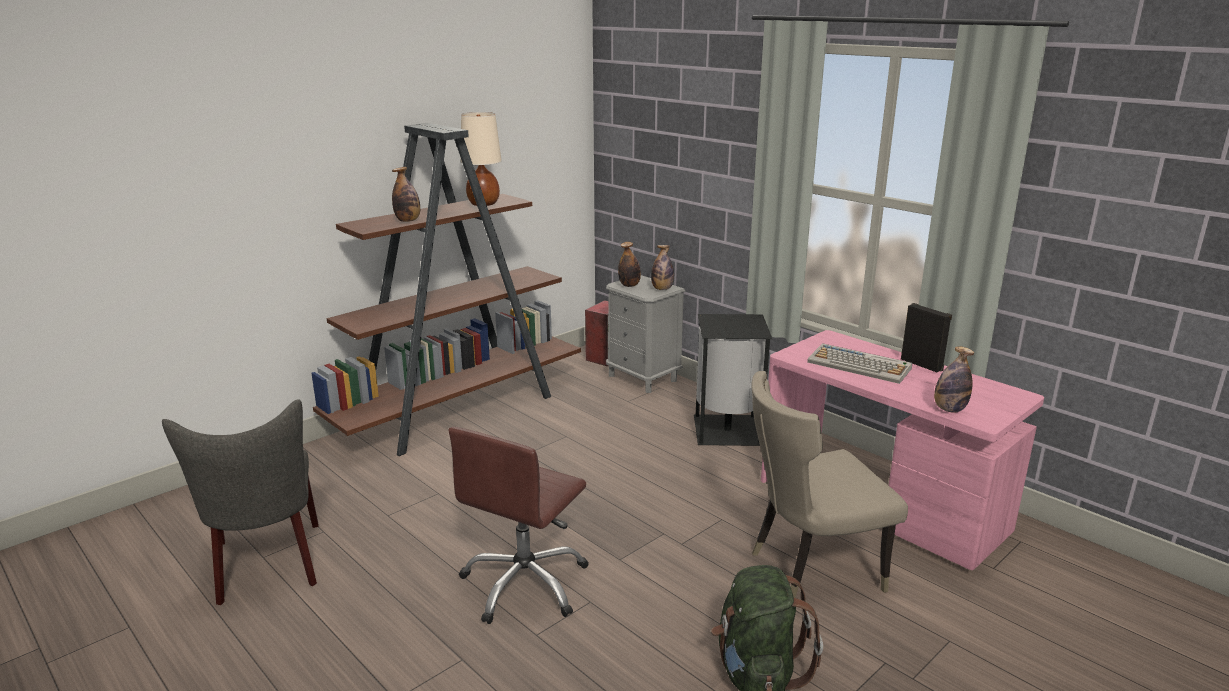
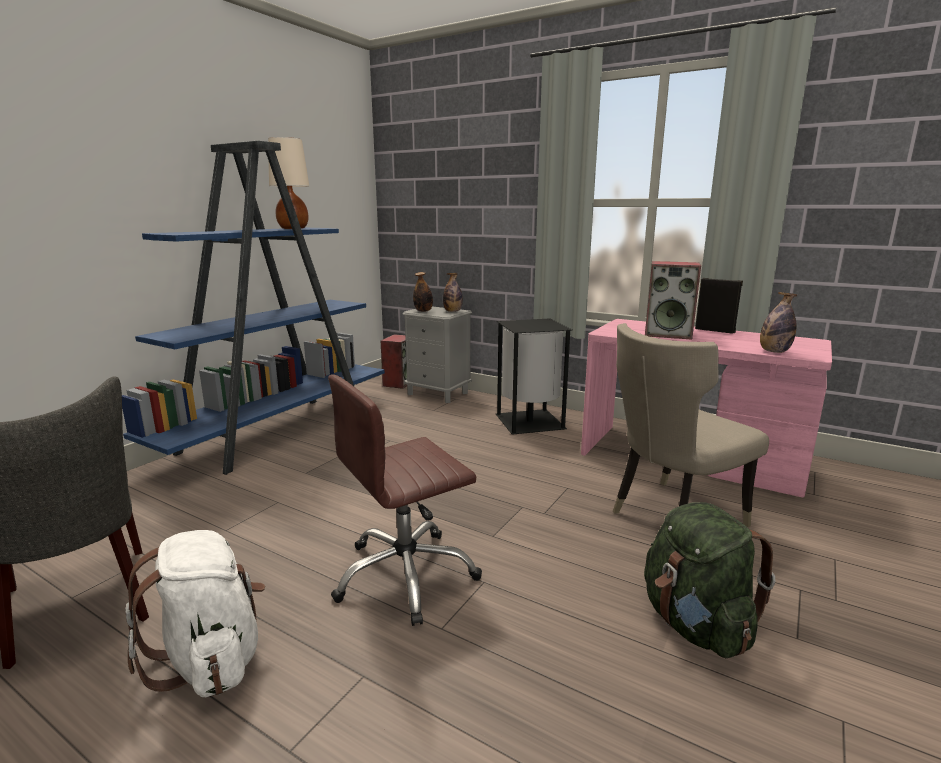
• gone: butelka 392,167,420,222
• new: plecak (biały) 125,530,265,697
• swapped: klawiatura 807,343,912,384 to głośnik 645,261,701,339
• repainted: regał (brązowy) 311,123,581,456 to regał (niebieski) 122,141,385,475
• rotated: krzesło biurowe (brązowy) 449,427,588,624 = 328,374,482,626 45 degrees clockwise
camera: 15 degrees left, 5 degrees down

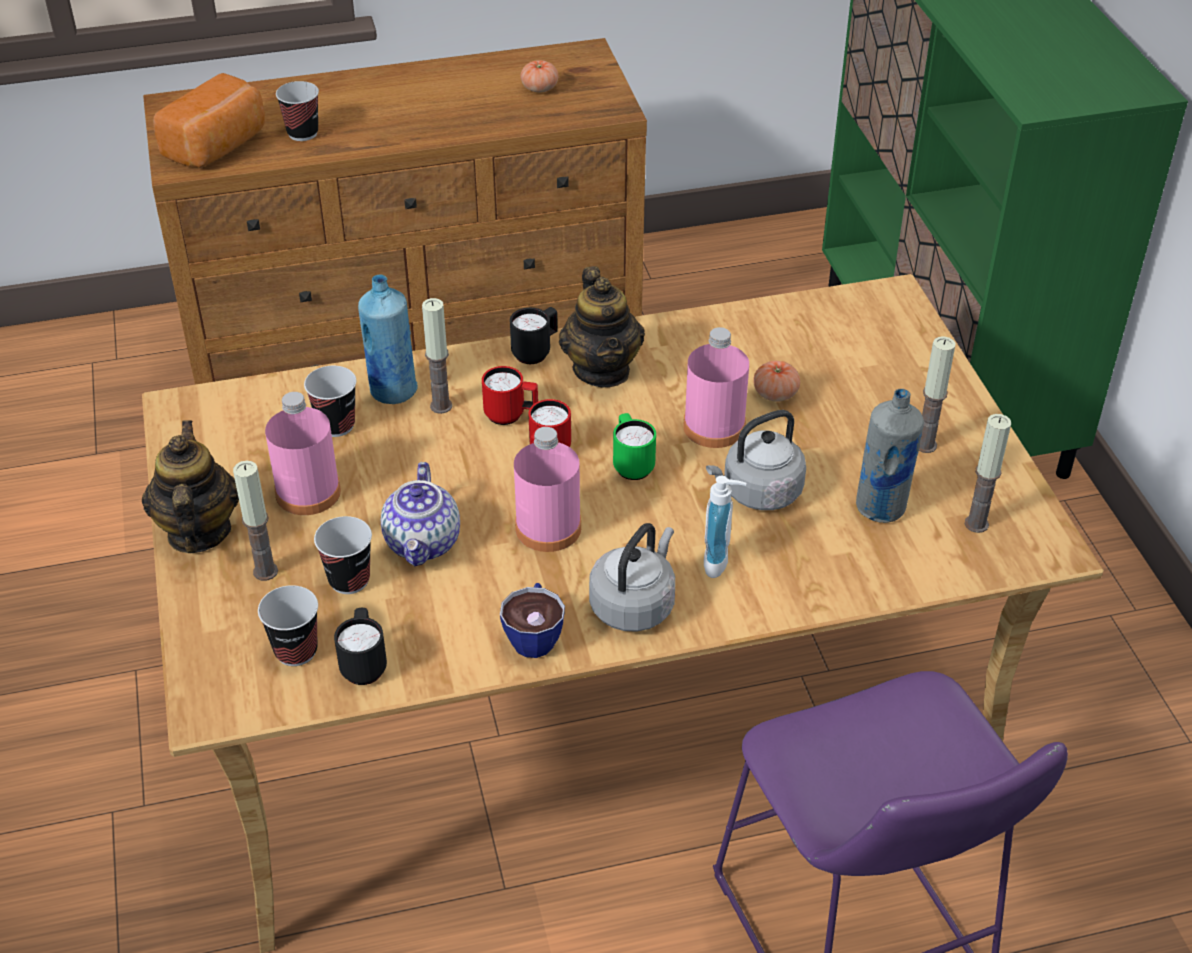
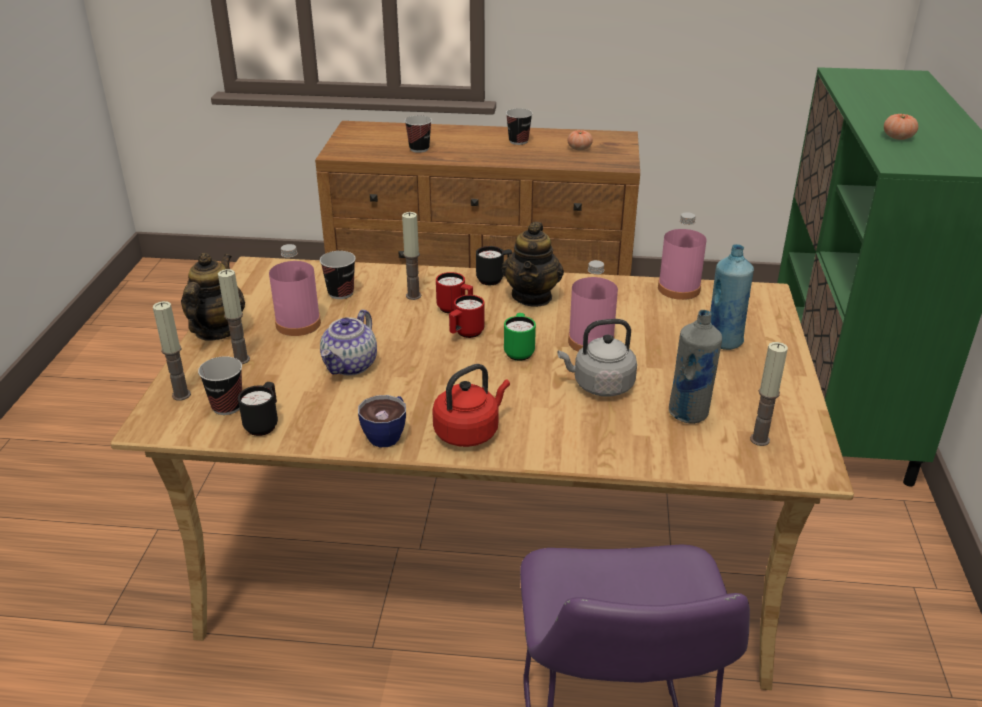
• gone: chleb 153,73,265,168
• gone: dozownik mydła 704,476,746,578
• shifted: filiżanka 314,516,372,594 to 506,108,533,145
• shifted: butelka (niebieski) 358,275,418,404 to 710,244,754,350
• shifted: butelka (różowy) 514,427,581,552 to 658,212,707,300
• shifted: pomidor 753,361,800,402 to 884,113,918,140
• shifted: świeca 919,336,956,453 to 153,301,191,401
• repainted: czajnik (szary) 589,523,675,632 to czajnik (czerwony) 432,364,510,447
camera: 20 degrees right, 10 degrees down

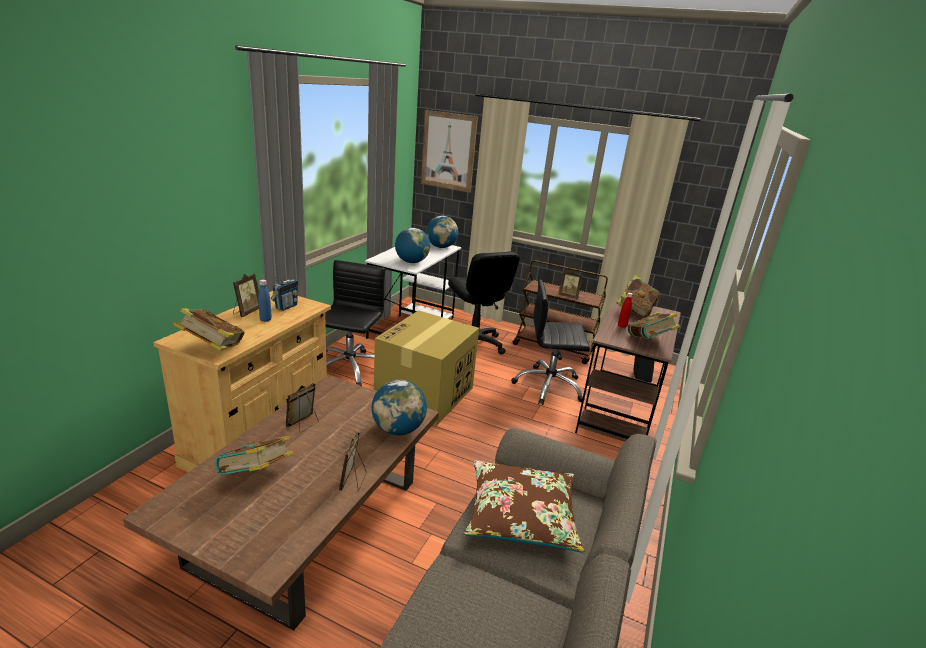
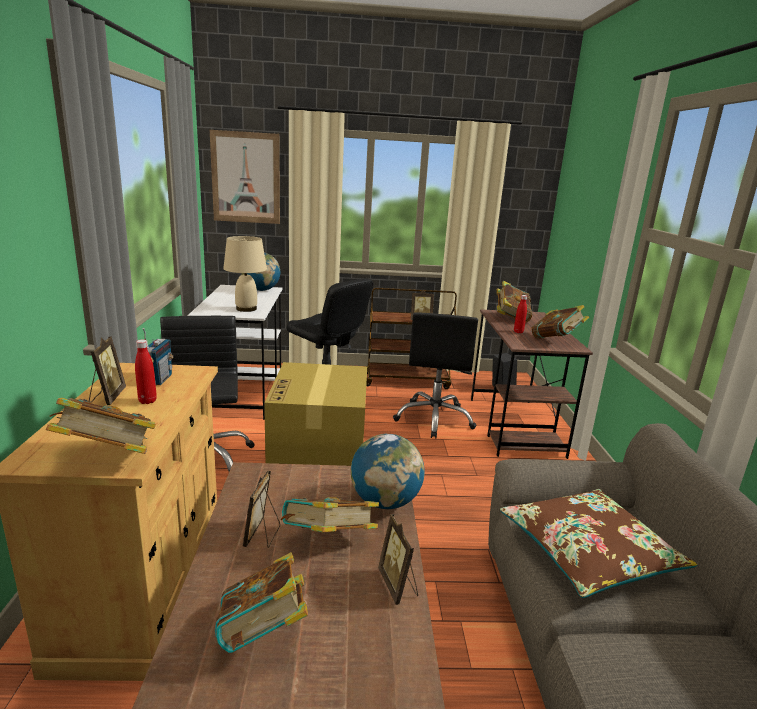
• new: książka 280,497,379,532
• swapped: globus 395,228,430,263 to lampa stołowa (beżowy) 223,236,267,312
• repainted: butelka (niebieski) 258,280,272,322 to butelka (czerwony) 135,340,157,404
• rotated: krzesło biurowe (czarny) 511,279,590,405 = 393,312,478,438 60 degrees counterclockwise
camera: 25 degrees left, 5 degrees down

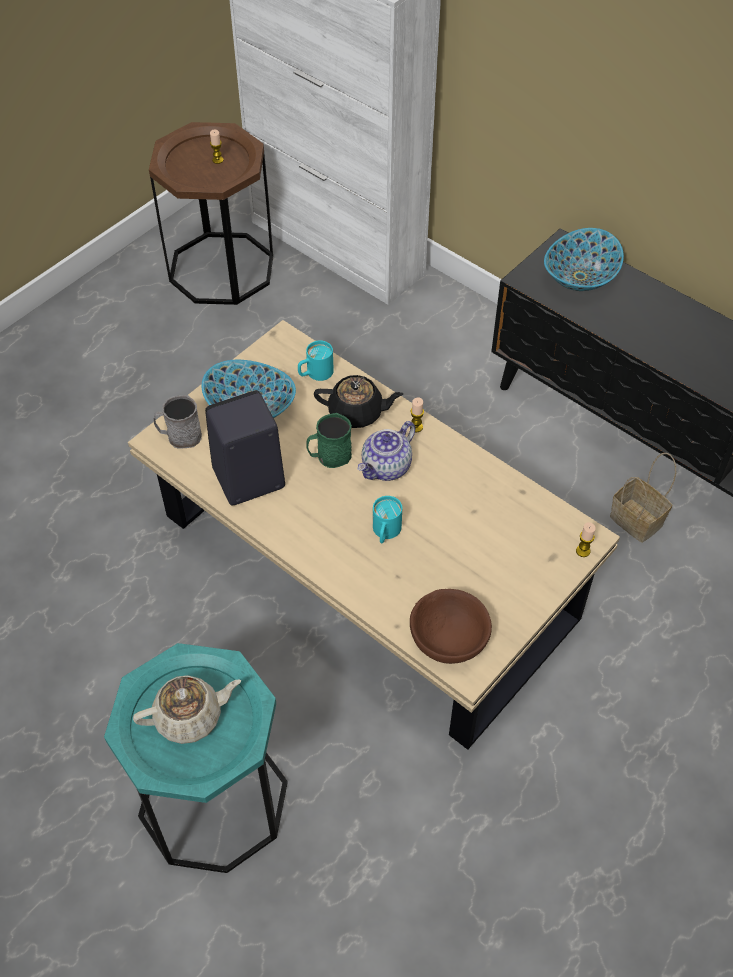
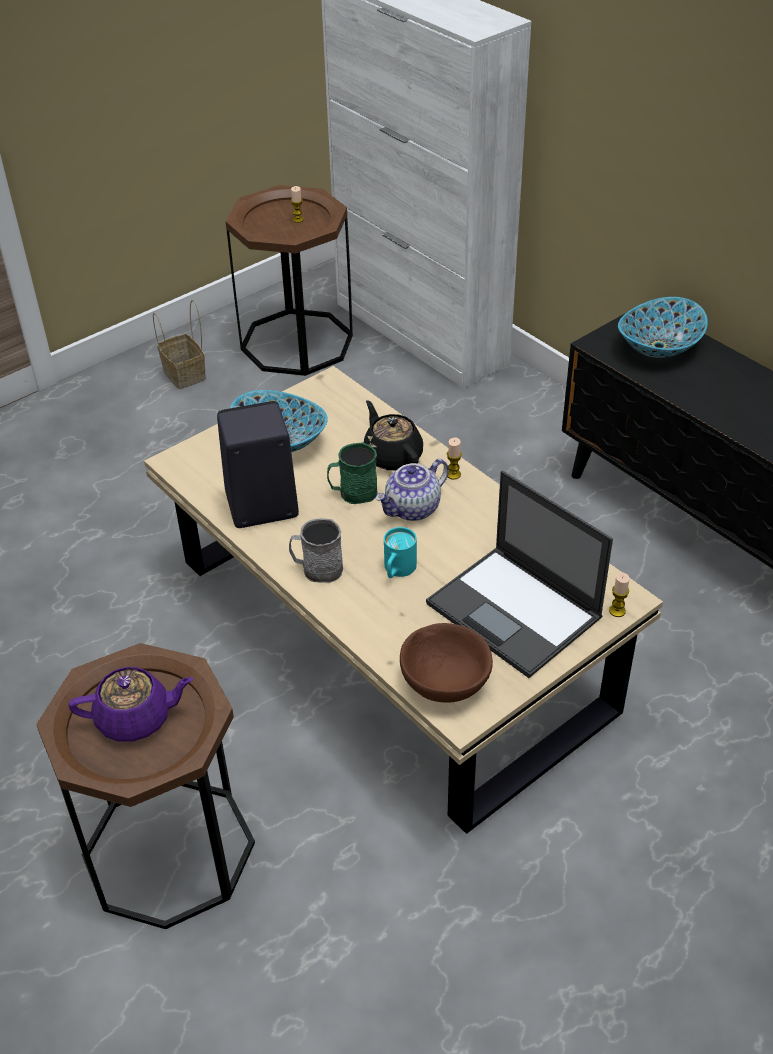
• gone: kubek (turkusowy) 298,340,333,381
• new: laptop 426,471,613,678
• shifted: kubek (szary) 154,395,202,449 to 289,518,343,583
• shifted: koszyk 610,453,676,543 to 153,300,206,389
• repainted: stolik (turkusowy) 104,643,288,873 to stolik (brązowy) 36,643,255,929
• repainted: imbryk (beżowy) 133,675,241,744 to imbryk (fioletowy) 68,667,194,742
• rotated: imbryk (czarny) 314,375,403,428 = 364,400,423,470 135 degrees counterclockwise
camera: 10 degrees right, 10 degrees down

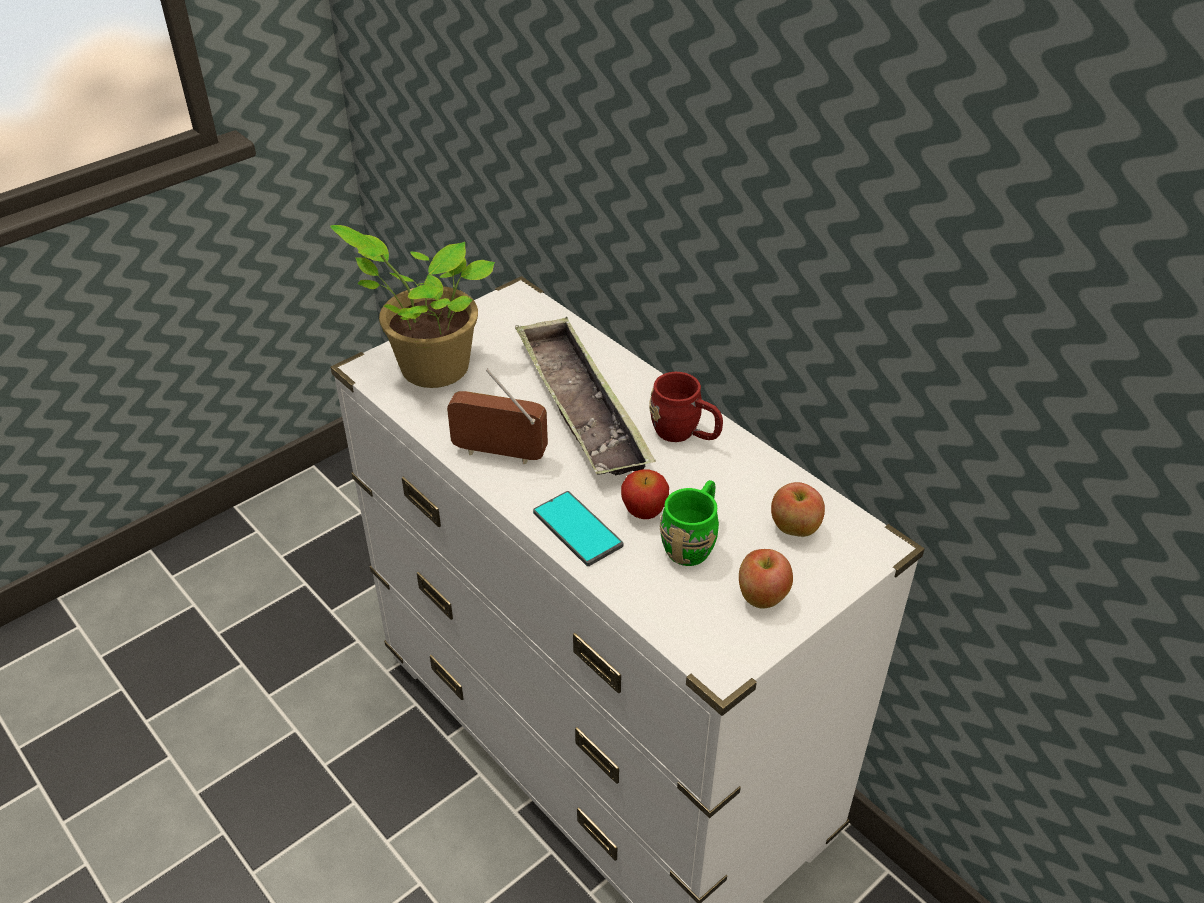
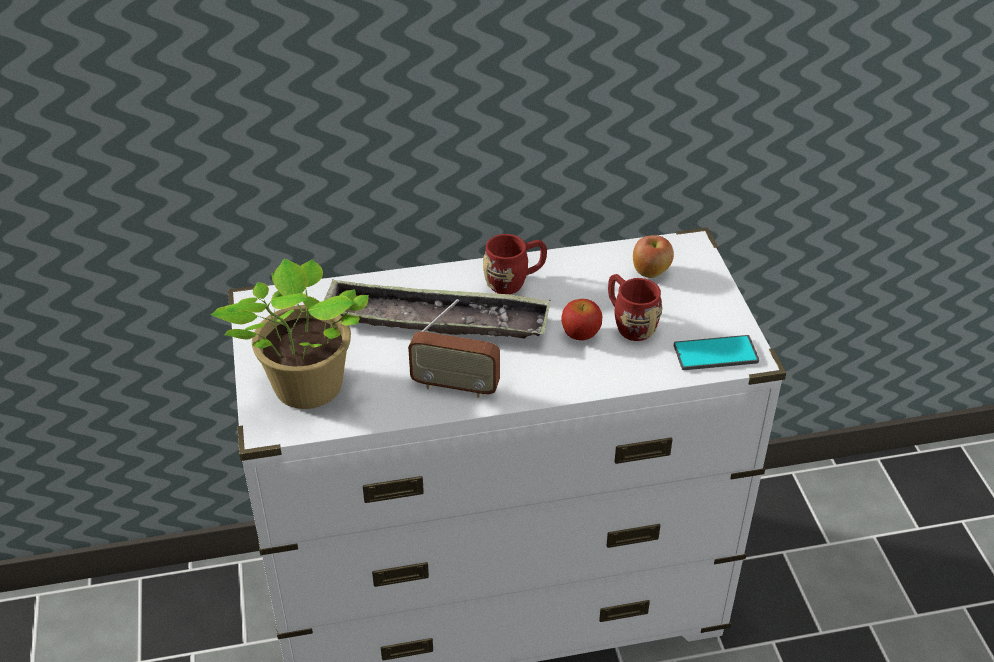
• gone: jabłko 739,549,793,609
• shifted: telefon 533,491,623,566 to 674,335,759,370
• repainted: kubek (zielony) 660,480,719,566 to kubek (czerwony) 608,274,662,341
• rotated: radio 447,368,548,464 = 408,299,500,398 120 degrees counterclockwise
camera: 60 degrees left, 0 degrees up

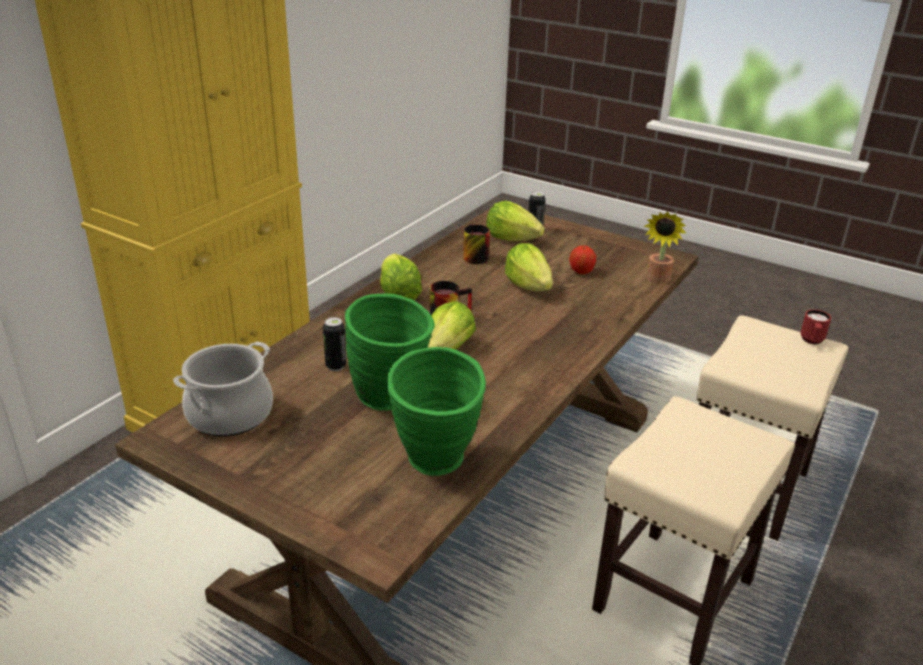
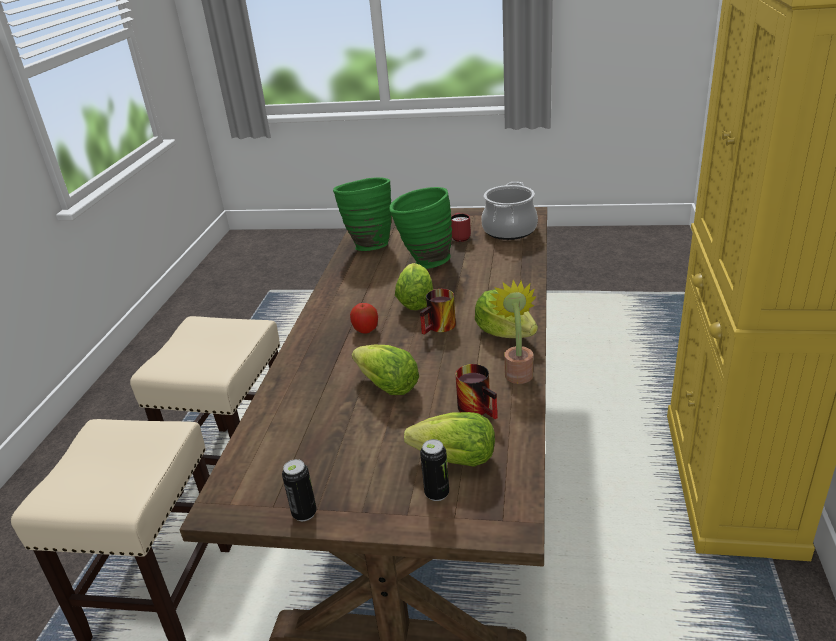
• shifted: puszka 323,317,346,371 to 282,459,317,521
• shifted: jabłko 569,245,596,274 to 350,303,378,334
• shifted: roślina doniczkowa 644,211,686,284 to 489,280,537,384
• shifted: kubek (czerwony) 801,310,831,344 to 451,213,471,242
camera: 160 degrees right, 0 degrees up

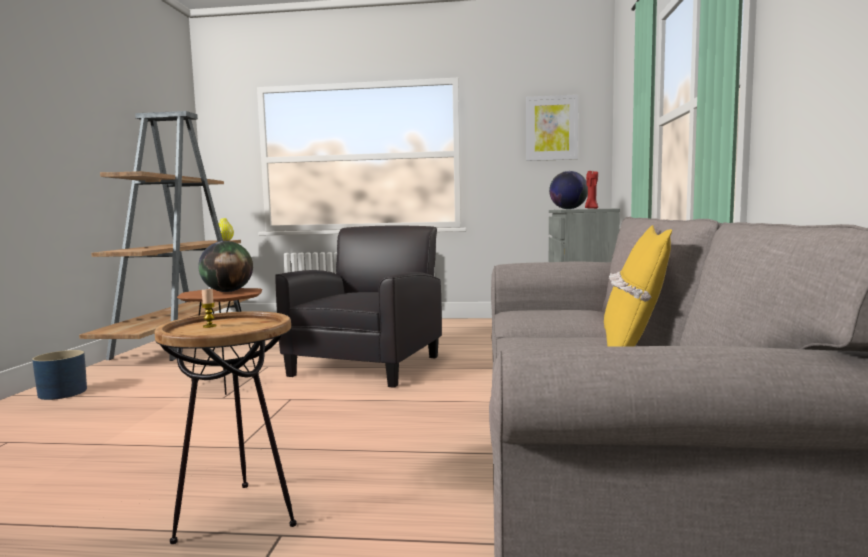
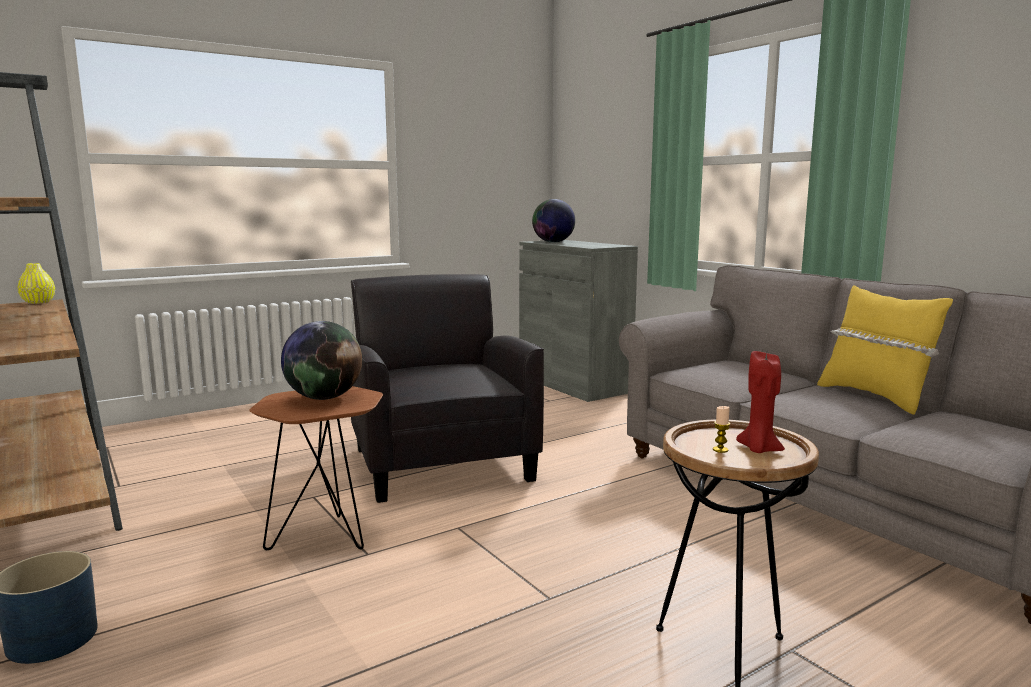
• gone: obraz 526,95,578,161
• shifted: świeca (czerwony) 585,171,598,209 to 736,351,785,453
camera: 40 degrees left, 5 degrees up

